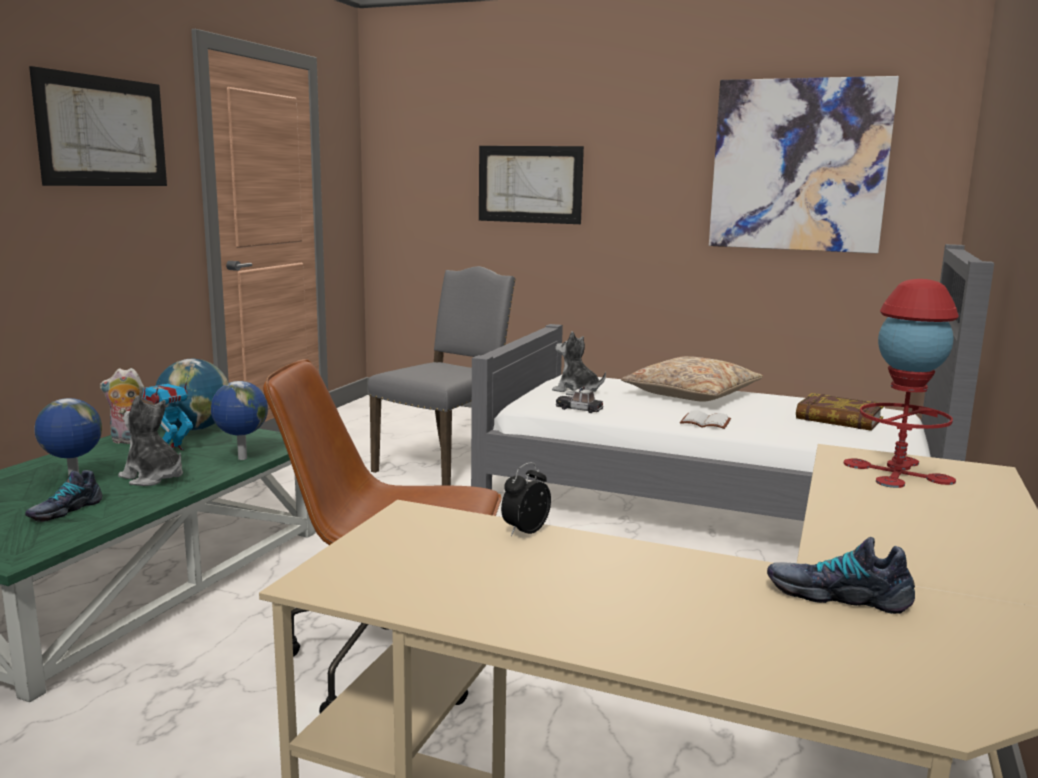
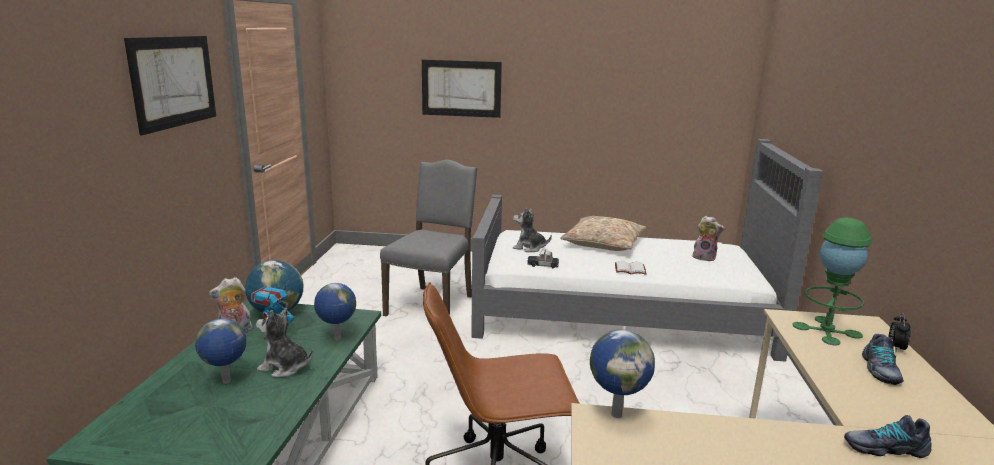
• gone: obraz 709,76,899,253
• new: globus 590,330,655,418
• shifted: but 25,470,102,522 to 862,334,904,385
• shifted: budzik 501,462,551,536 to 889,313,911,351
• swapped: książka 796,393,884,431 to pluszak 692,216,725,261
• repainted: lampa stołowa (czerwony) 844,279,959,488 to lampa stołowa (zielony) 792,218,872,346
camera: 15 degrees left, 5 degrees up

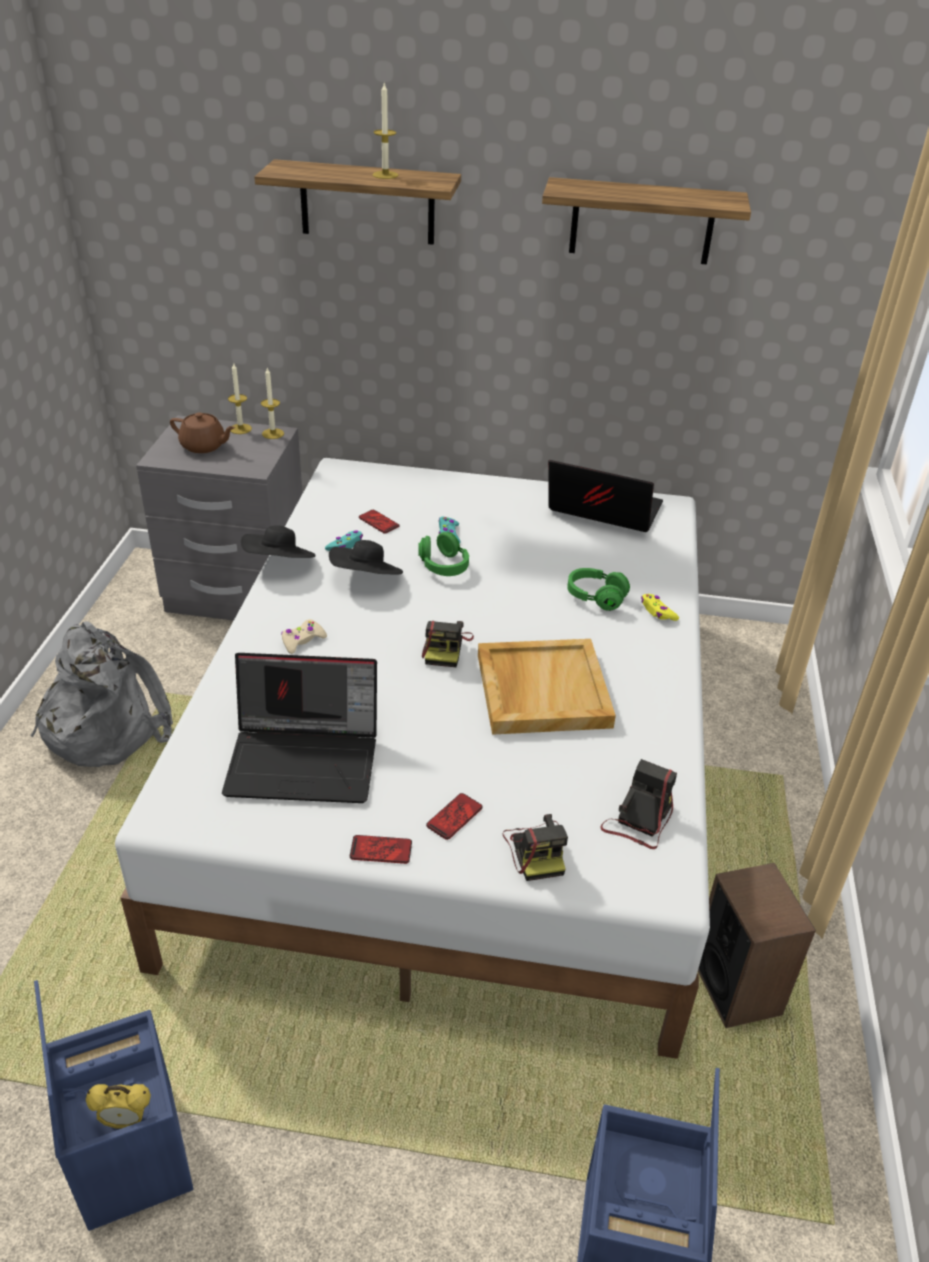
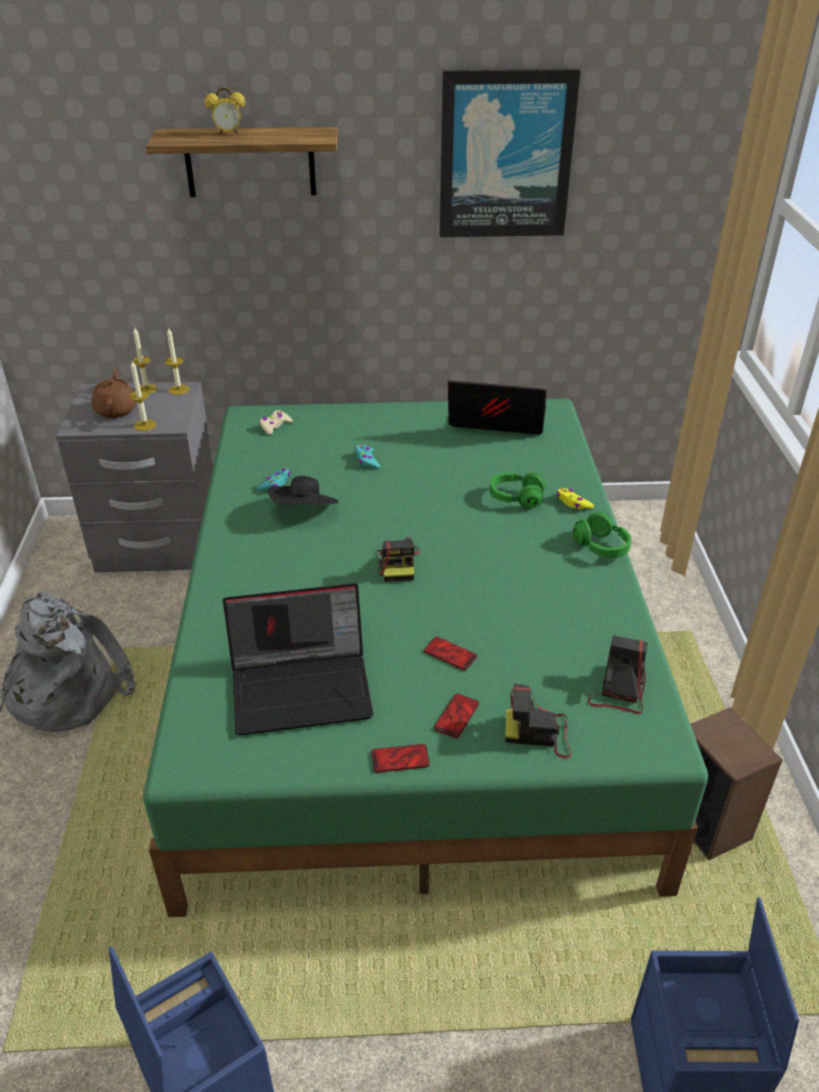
• gone: kapelusz (czarny) 241,525,316,558
• gone: taca (beżowy) 478,639,616,735
• shifted: budzik 86,1084,151,1129 to 204,87,245,135
• shifted: pad do gier (beżowy) 281,619,327,654 to 259,410,293,435
• shifted: telefon 359,510,399,534 to 424,637,477,671
• shifted: świeca 372,82,398,179 to 130,361,156,431
• shifted: słuchawki (zielony) 418,532,469,576 to 573,512,632,558
• swapped: półka 542,177,751,264 to obraz 440,69,581,237
• repainted: łóżko (biały) 115,458,710,1059 to łóżko (zielony) 143,398,708,917
• rotated: imbryk (brązowy) 170,412,235,453 = 92,369,137,418 105 degrees counterclockwise
• rotated: aparat fotograficzny 503,814,568,881 = 505,684,571,759 120 degrees clockwise
camera: 10 degrees left, 0 degrees up

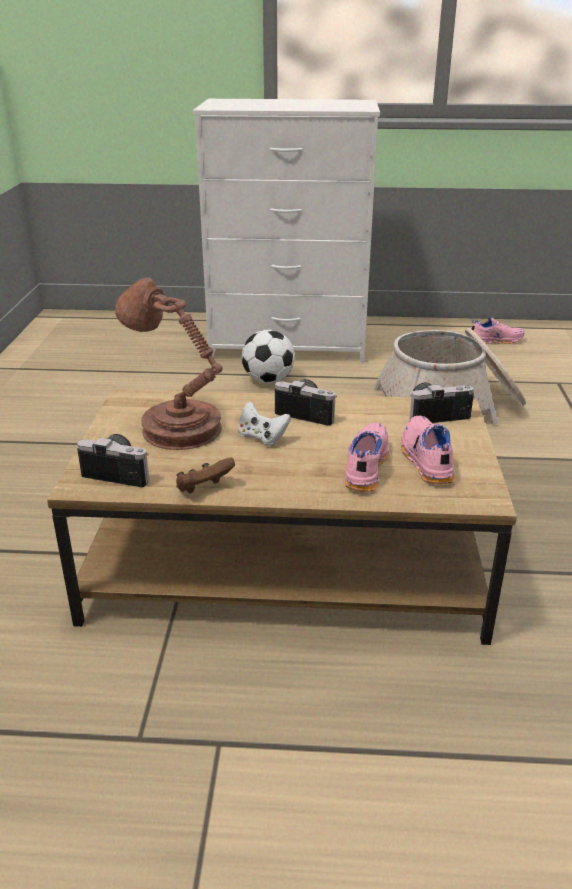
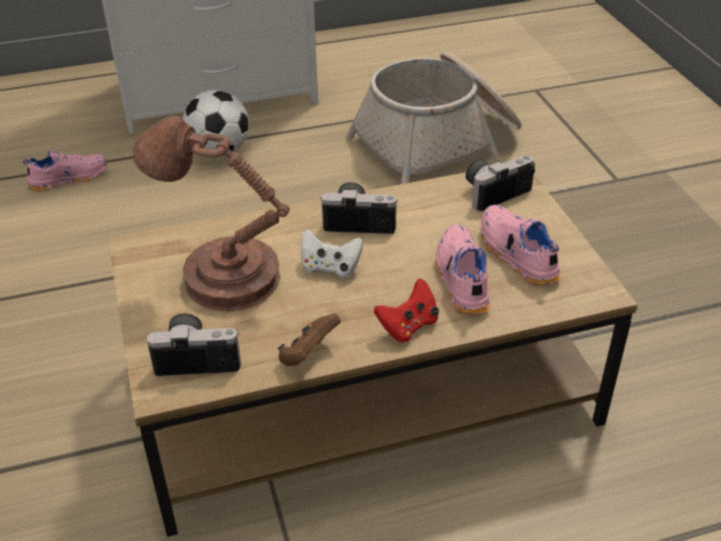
• new: pad do gier (czerwony) 374,278,439,343
• shifted: but (różowy) 472,317,525,344 to 23,150,107,192
camera: 20 degrees left, 10 degrees up

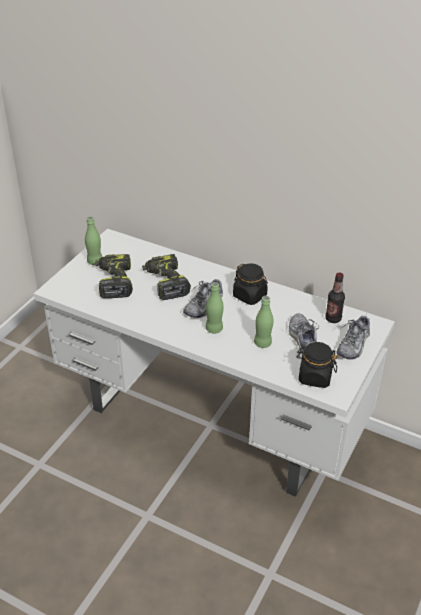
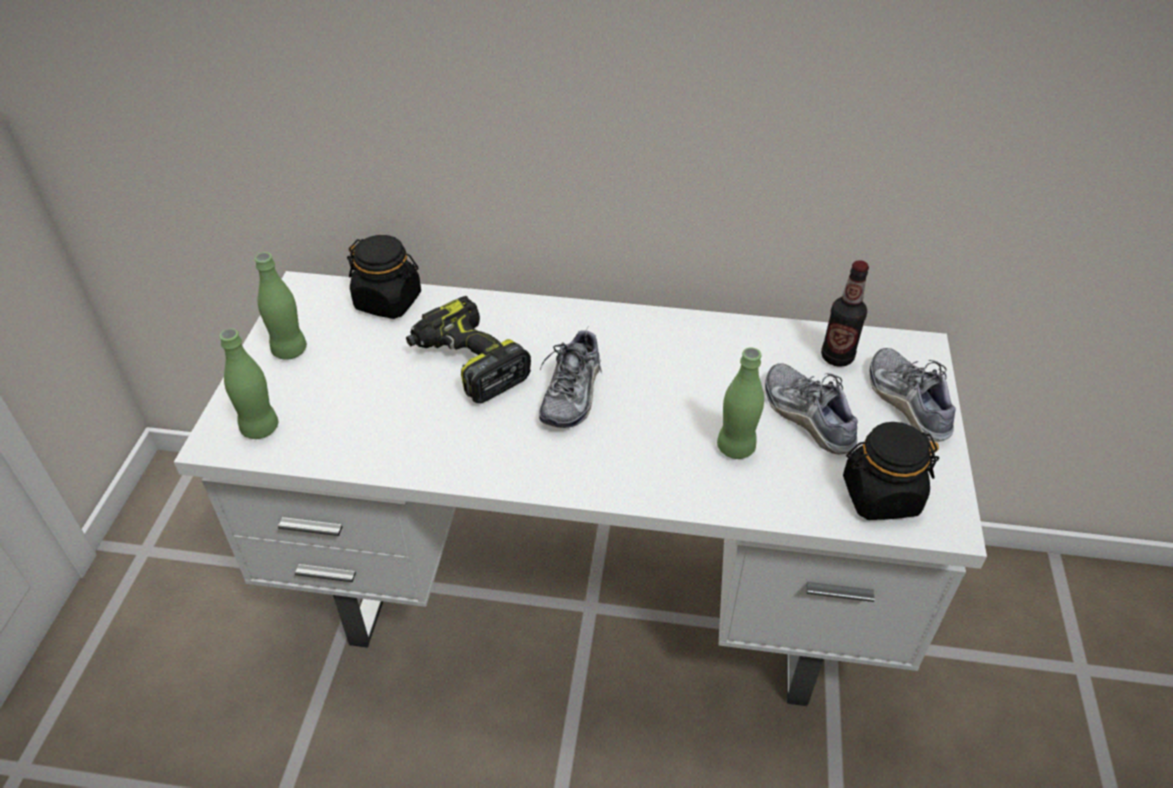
• gone: wiertarka 95,254,133,298
• shifted: butelka (zielony) 206,282,224,333 to 219,328,278,439
• shifted: słoik (czarny) 233,263,268,305 to 347,235,421,319
• rotated: but 337,316,370,360 = 870,348,956,442 150 degrees clockwise
camera: 20 degrees left, 5 degrees up

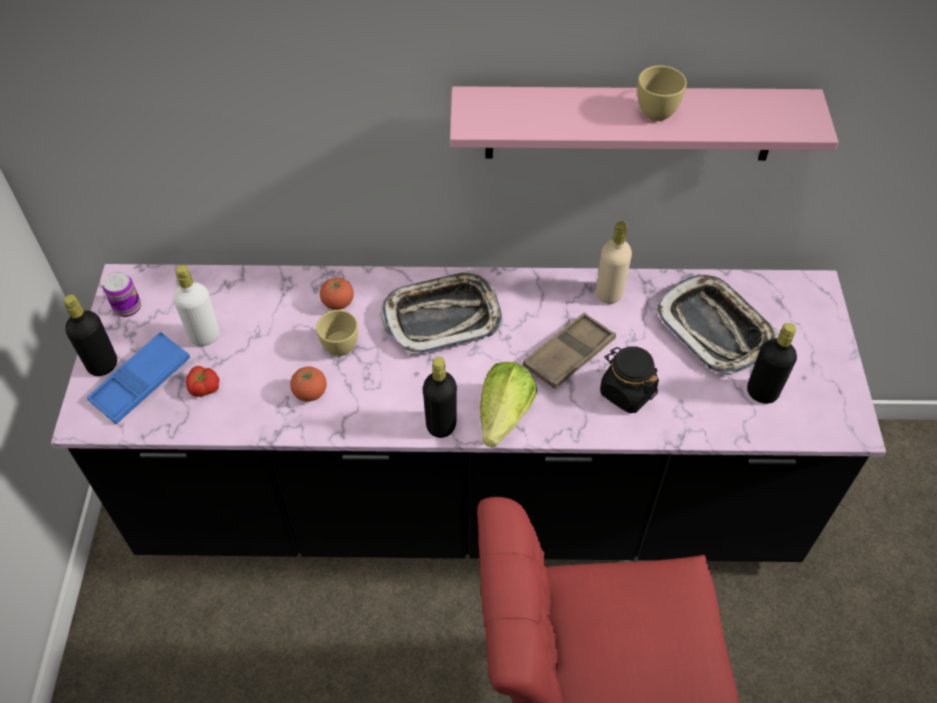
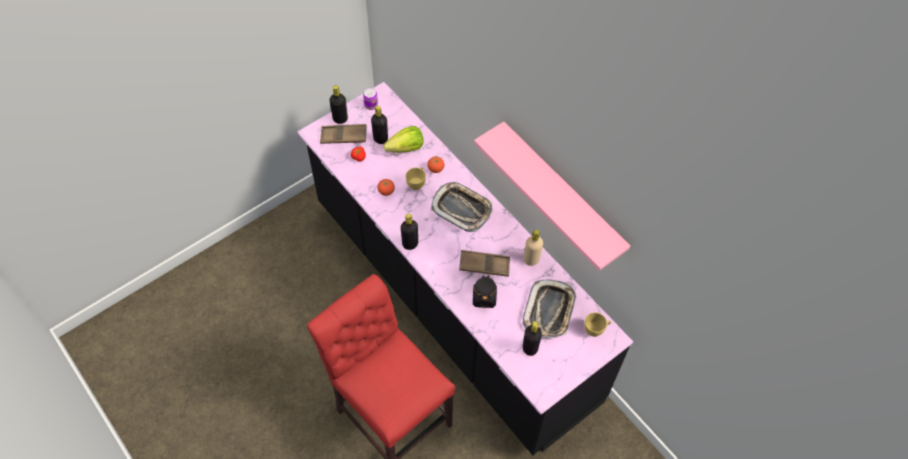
• shifted: sałata 480,362,537,447 to 383,126,423,153
• shifted: filiżanka (żółty) 637,66,687,121 to 584,313,611,337
• repainted: taca (niebieski) 87,332,190,424 to taca (brązowy) 320,124,367,144
• repainted: butelka (biały) 173,265,220,346 to butelka (czarny) 371,106,388,144
camera: 50 degrees right, 5 degrees up

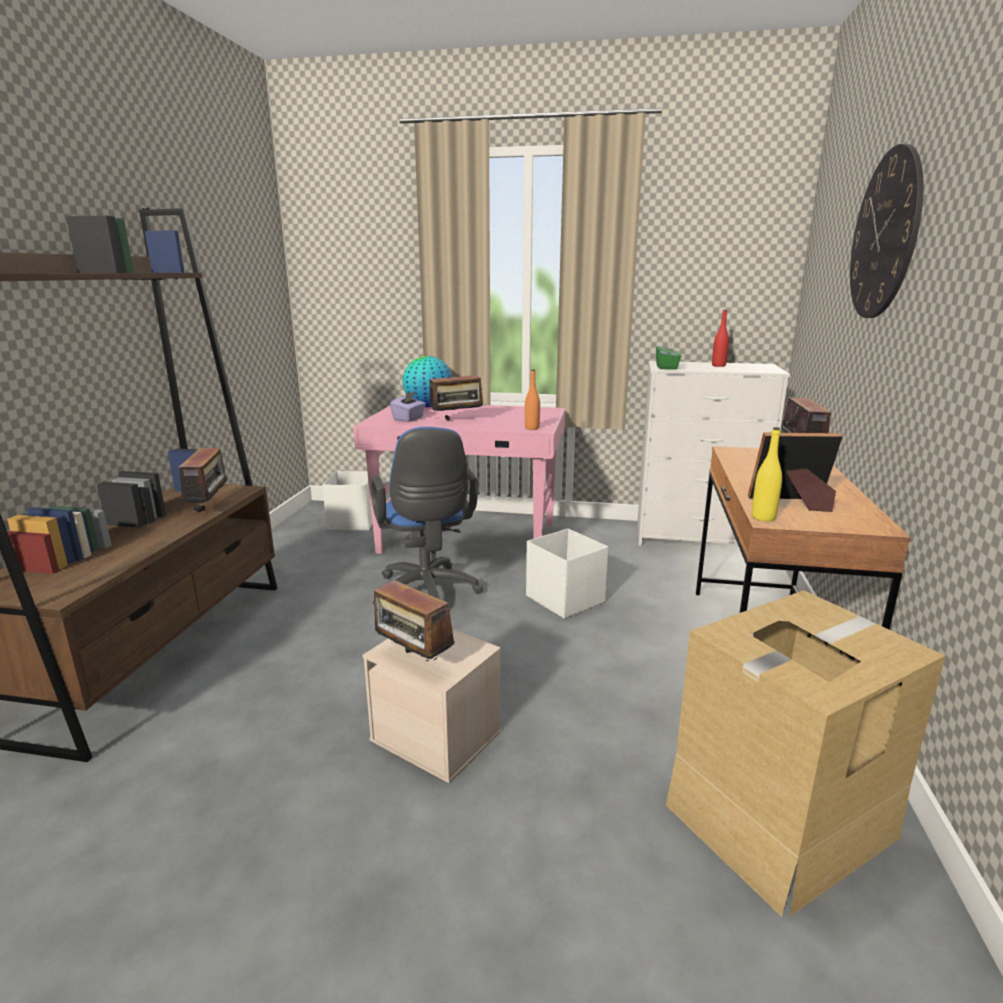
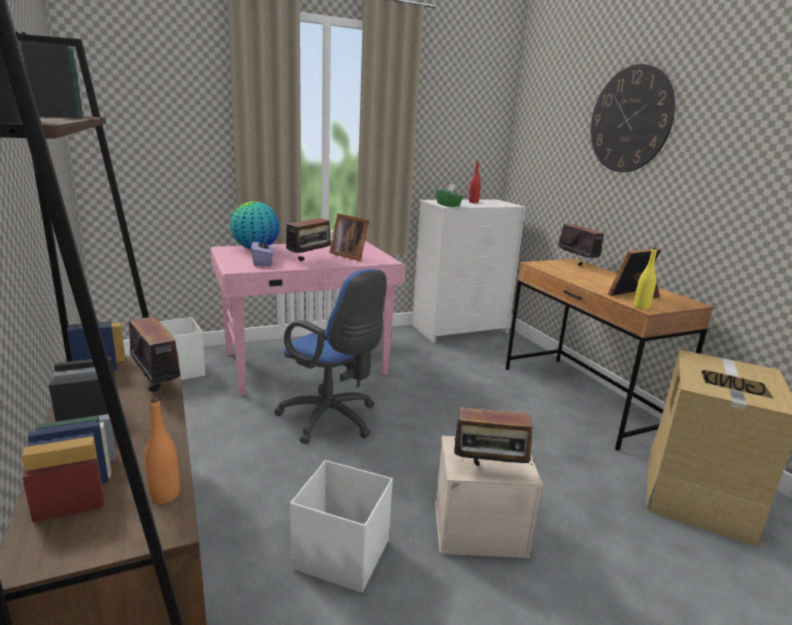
• new: ramka na zdjęcie 329,213,369,261
• shifted: butelka (pomarańczowy) 525,370,540,430 to 145,397,180,504
• shifted: pojemnik do przechowywania (biały) 526,528,608,619 to 290,460,393,593
camera: 35 degrees left, 0 degrees up

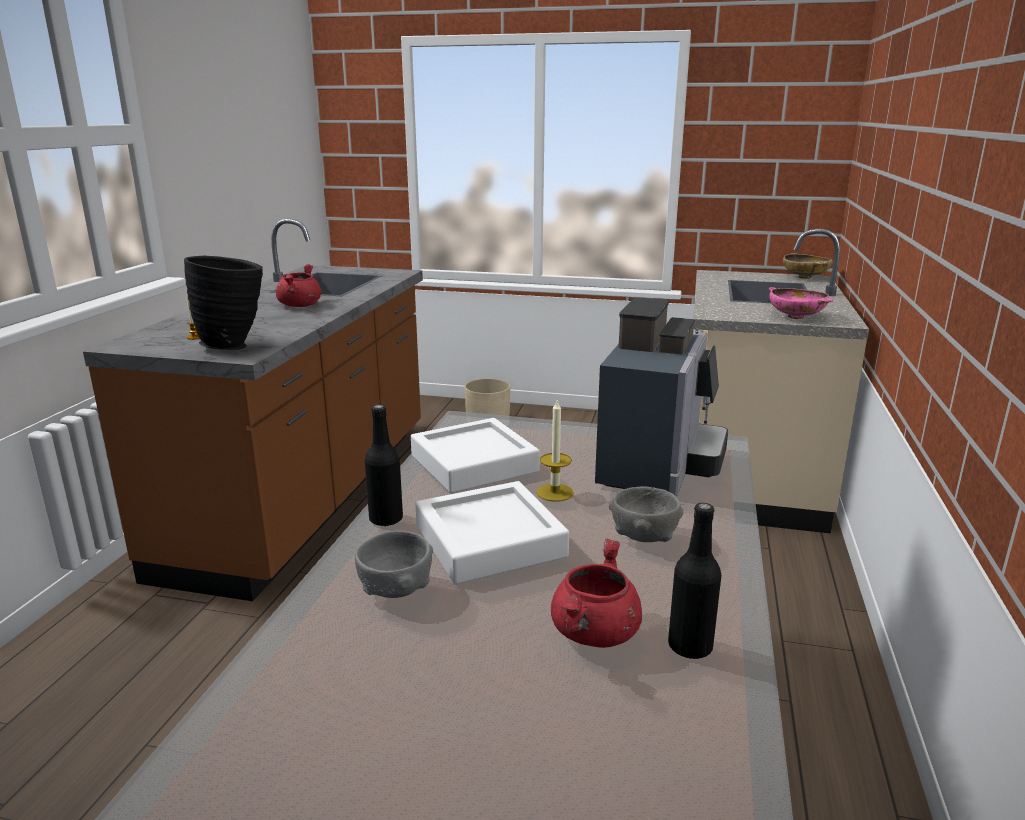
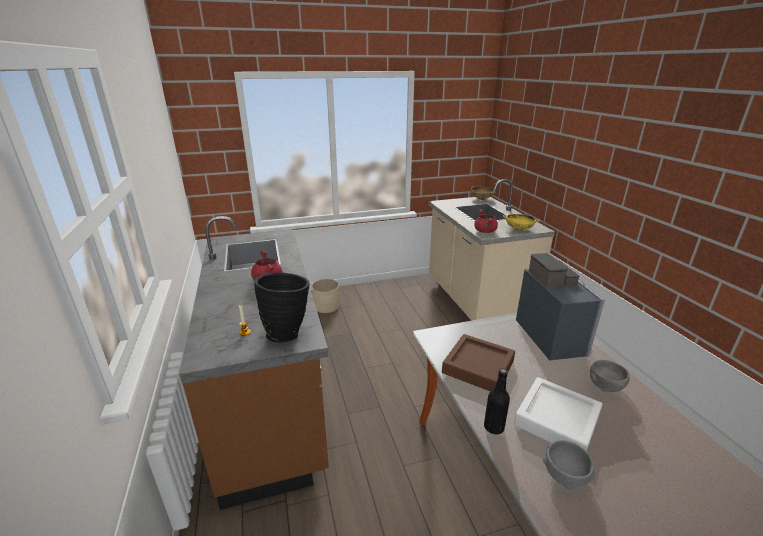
• gone: świeca 536,400,574,502
• gone: butelka (czarny) 668,503,722,659
• shifted: garnek (czerwony) 551,539,642,648 to 474,209,498,233
• repainted: taca (biały) 411,418,540,493 to taca (brązowy) 442,334,515,391
• repainted: miska (różowy) 768,287,834,319 to miska (żółty) 503,214,540,231
camera: 30 degrees left, 5 degrees up

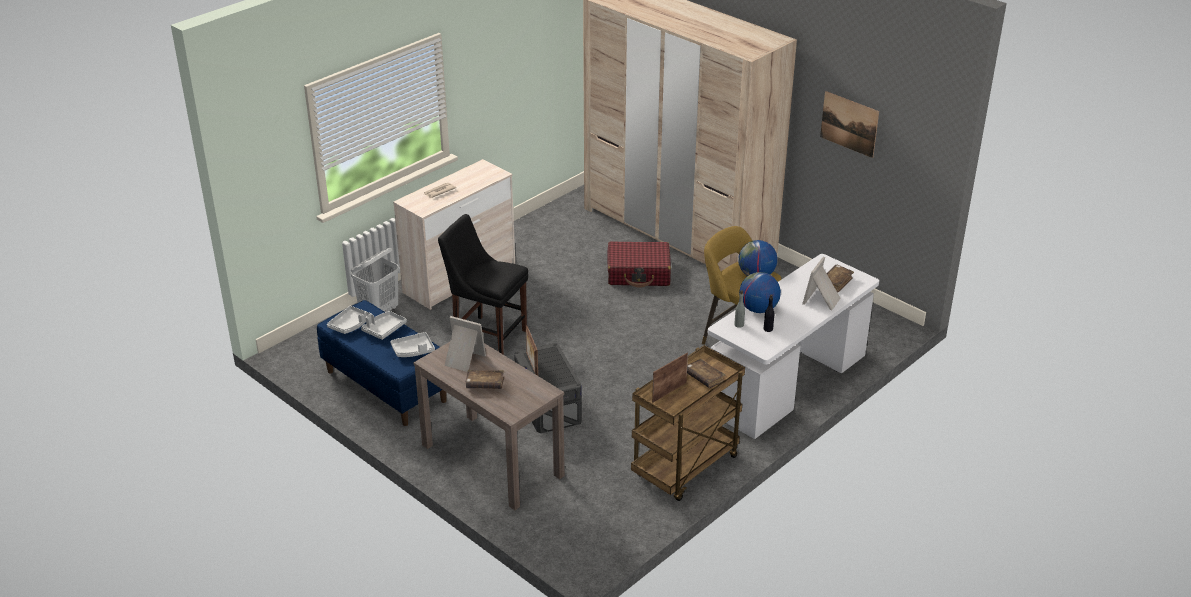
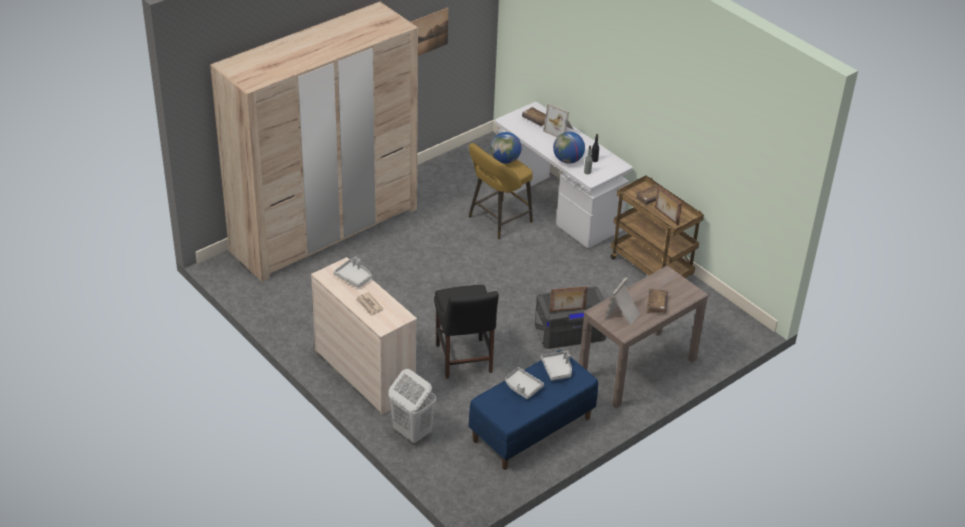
• gone: walizka (czerwony) 607,241,671,288
• shifted: taca (szary) 327,306,371,334 to 333,257,372,288
• rotated: krzesło (czarny) 438,214,528,355 = 434,285,499,379 45 degrees counterclockwise
camera: 85 degrees left, 5 degrees up

